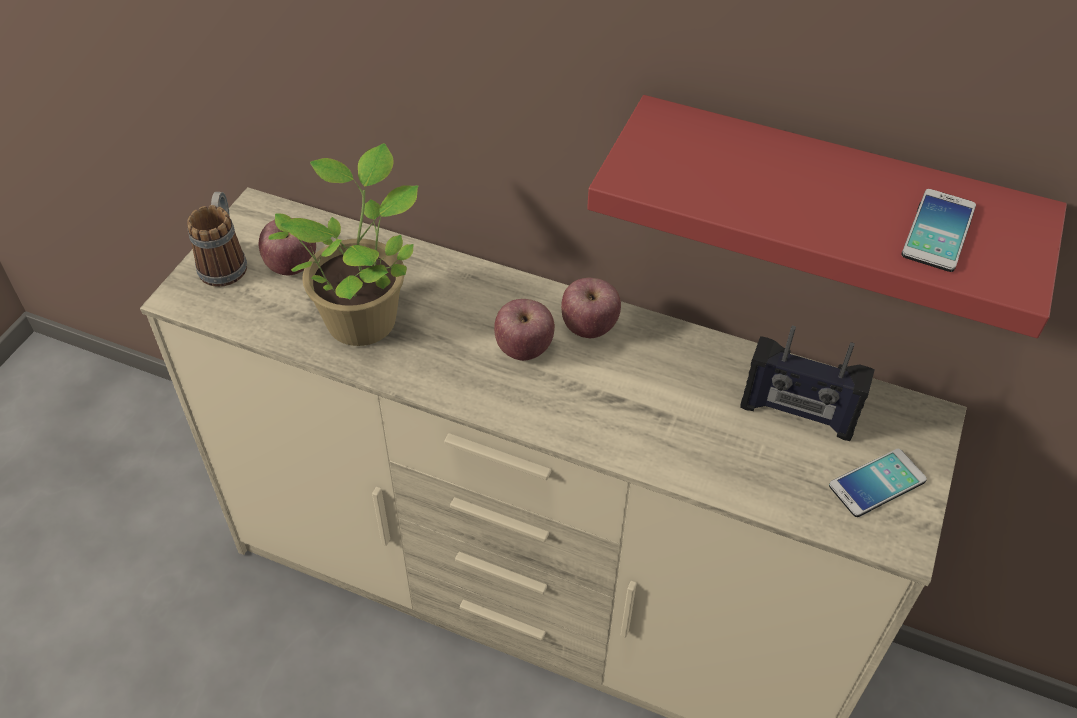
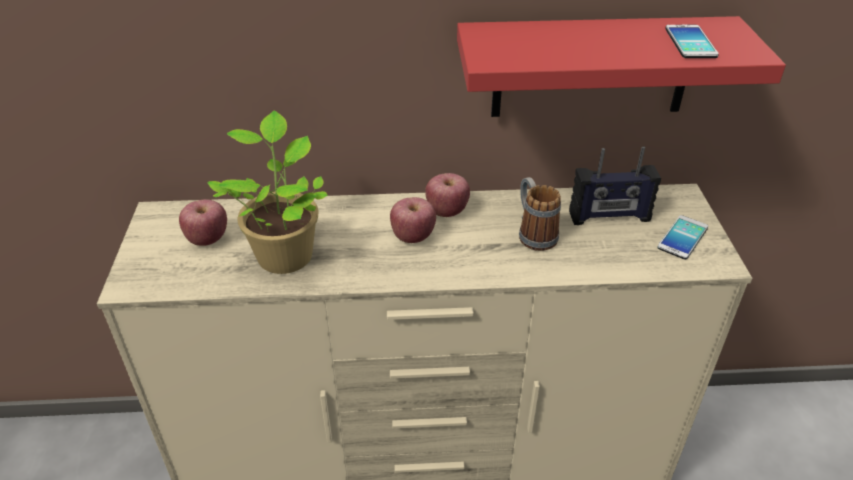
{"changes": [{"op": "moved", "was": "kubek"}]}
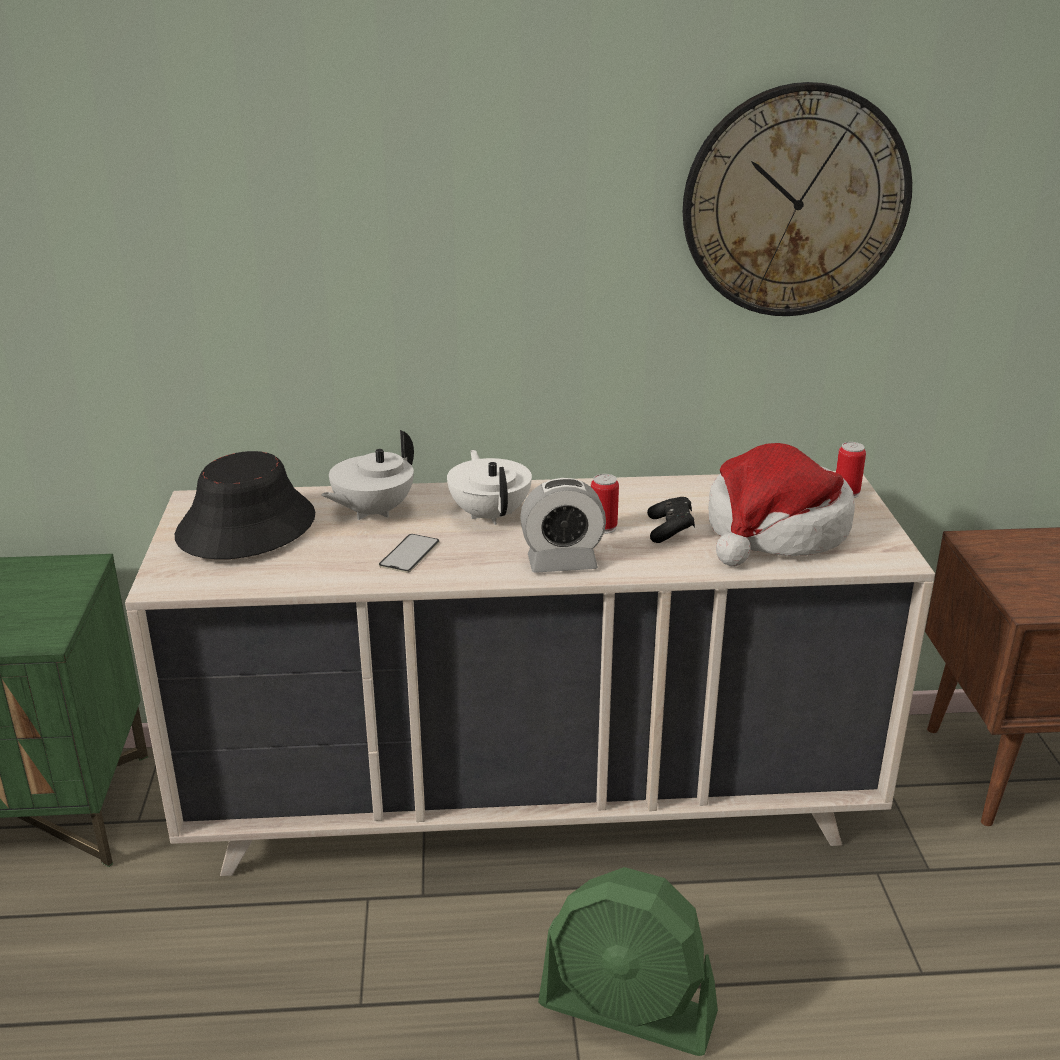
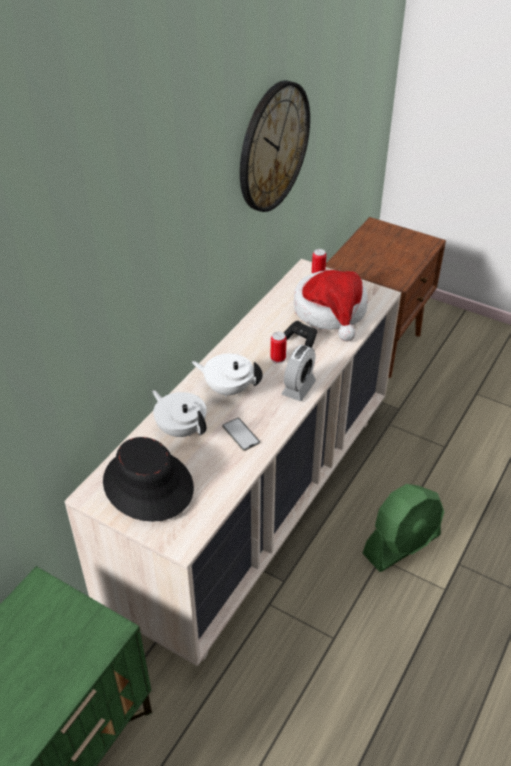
{"changes": [{"op": "turned", "was": "imbryk (biały) (1st from left)", "clockwise": 150}]}
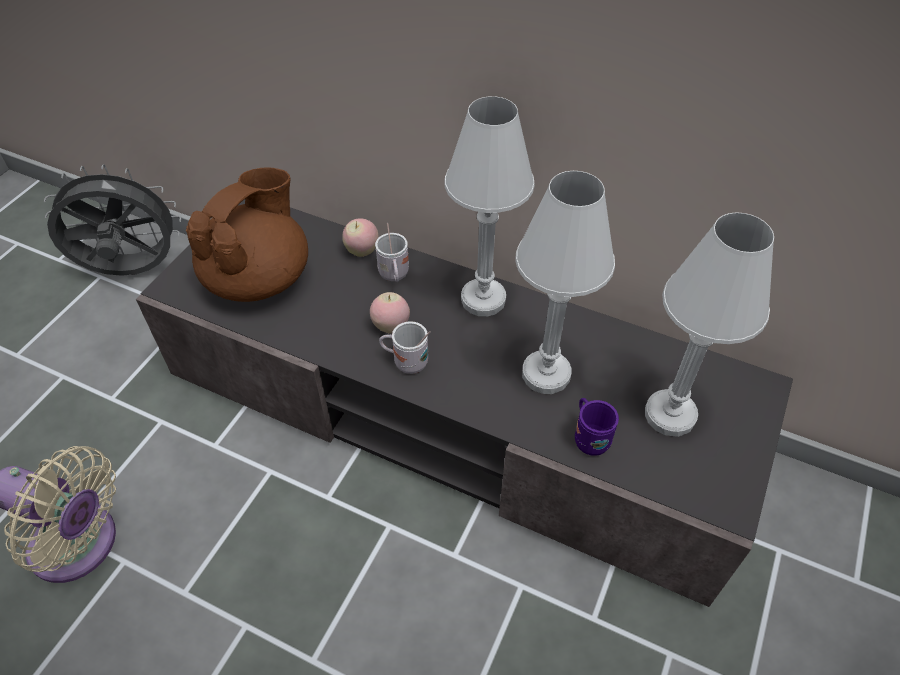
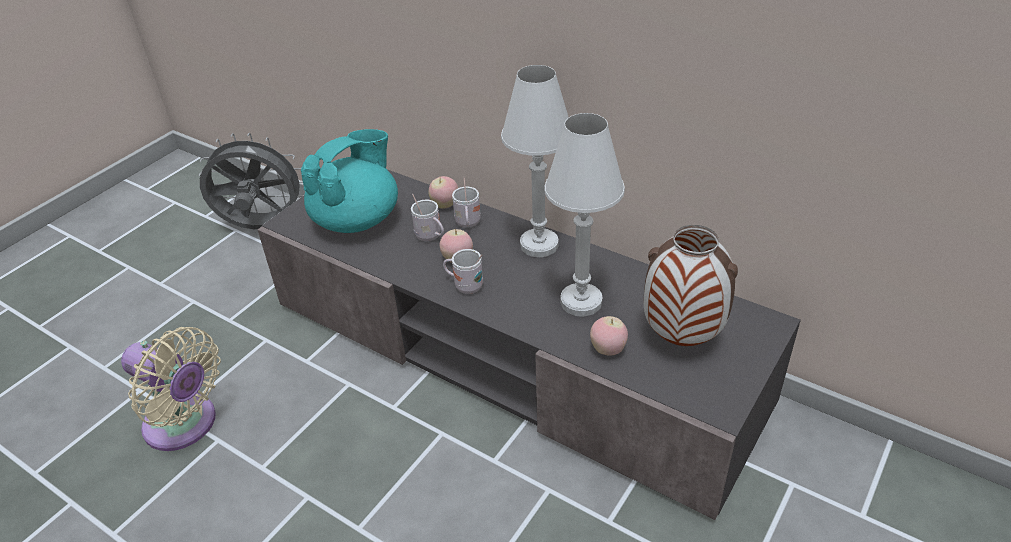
{"changes": [{"op": "recoloured", "was": "imbryk (brązowy)", "now": "imbryk (turkusowy)"}, {"op": "replaced", "was": "lampa stołowa (biały) (3rd from left)", "now": "wazon"}, {"op": "replaced", "was": "kubek (fioletowy)", "now": "jabłko (3rd from left)"}, {"op": "added", "now": "kubek (biały) (1st from left)"}]}
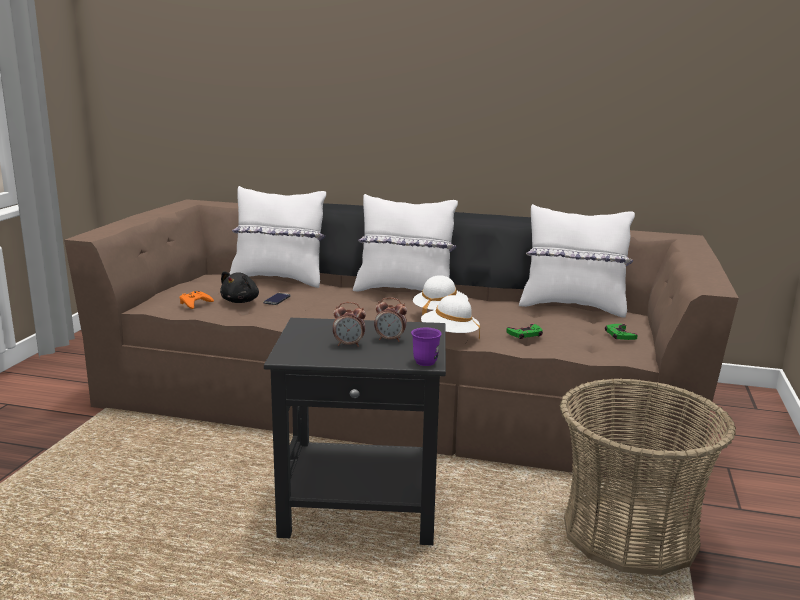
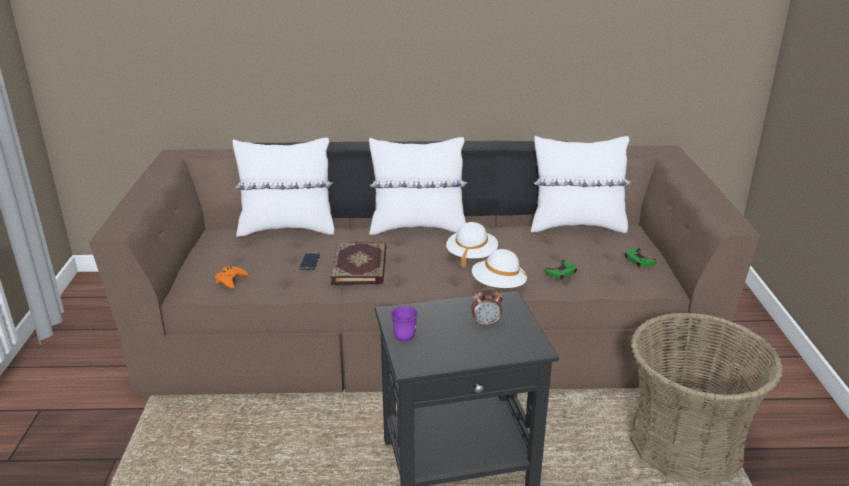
{"changes": [{"op": "removed", "was": "pluszak (czarny)"}, {"op": "removed", "was": "budzik (1st from left)"}, {"op": "moved", "was": "kubek (fioletowy)"}, {"op": "added", "now": "książka"}]}
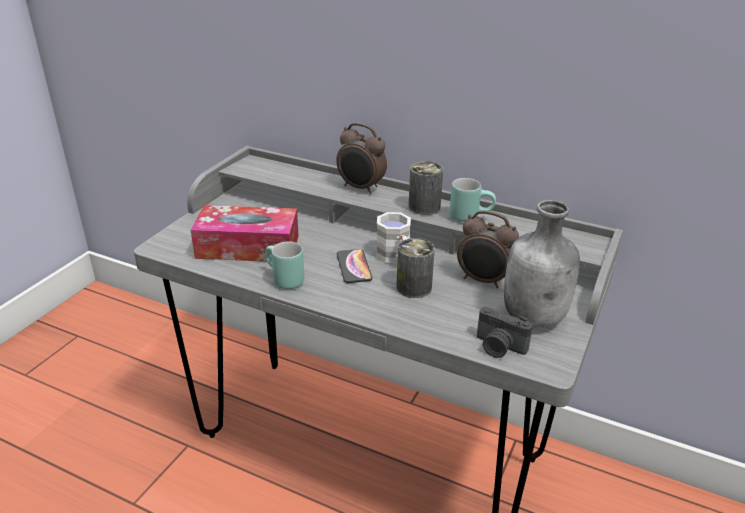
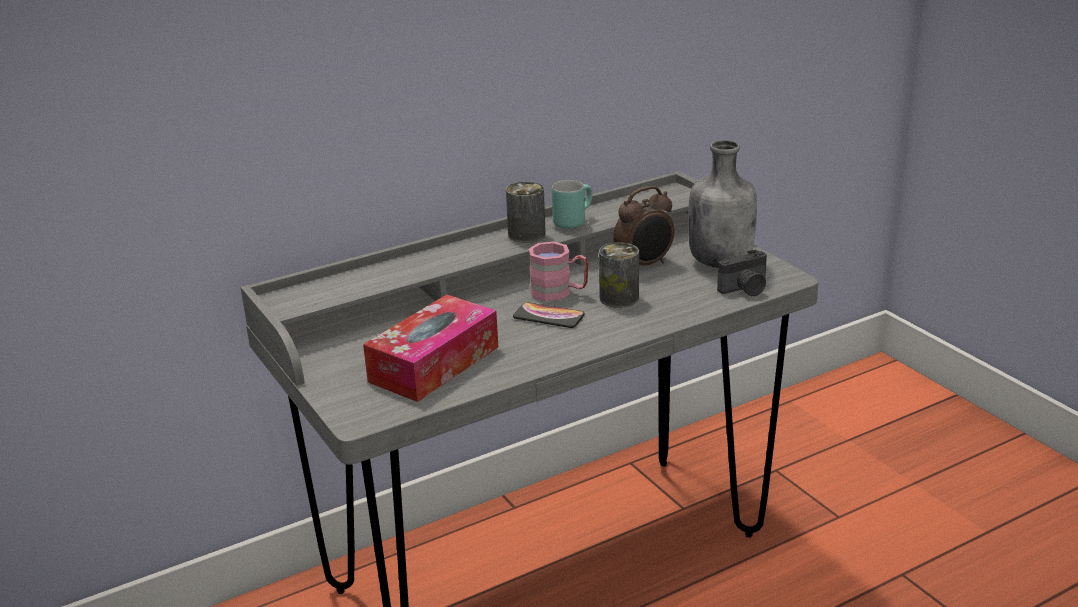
{"changes": [{"op": "removed", "was": "budzik (1st from left)"}, {"op": "recoloured", "was": "kubek (biały)", "now": "kubek (różowy)"}, {"op": "removed", "was": "kubek (turkusowy) (1st from left)"}]}
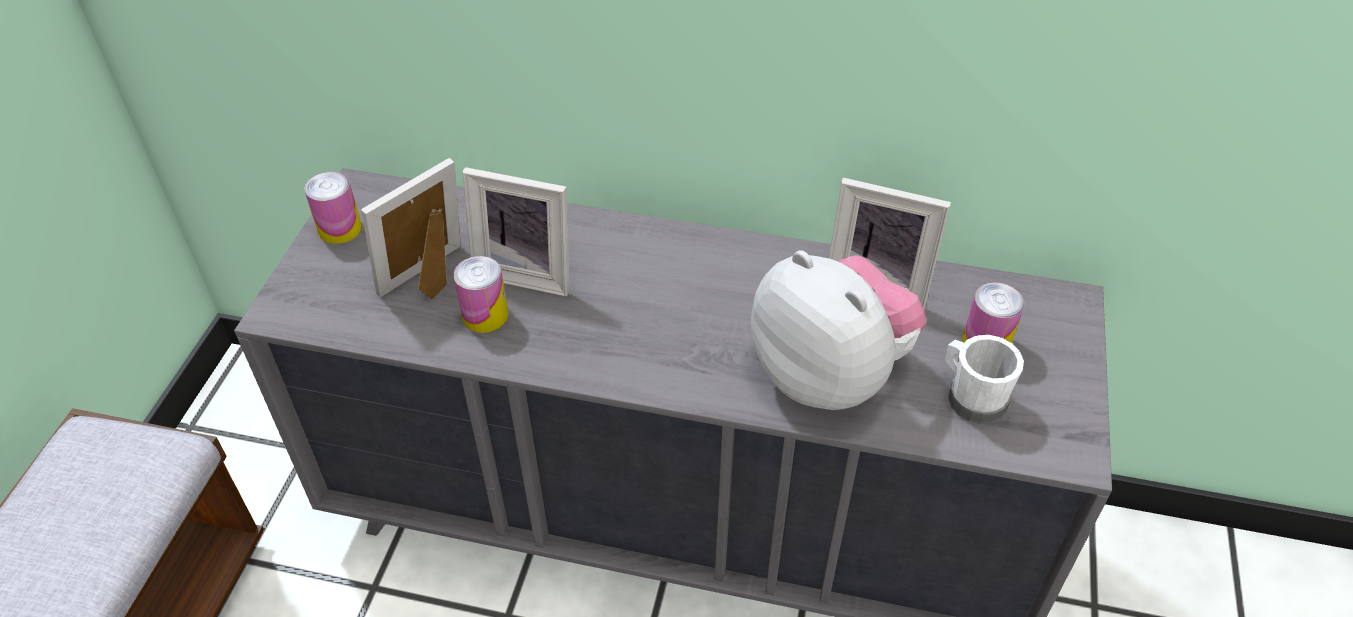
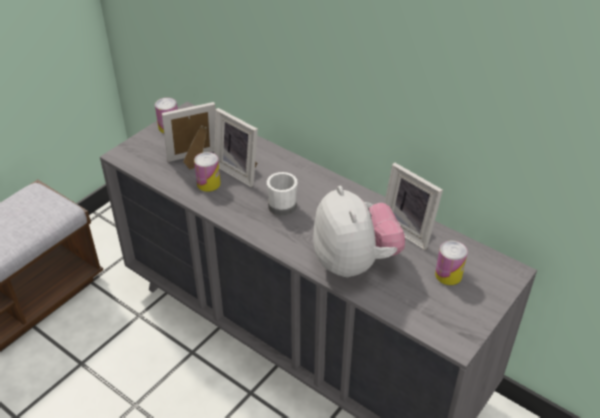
{"changes": [{"op": "moved", "was": "kubek (biały)"}]}
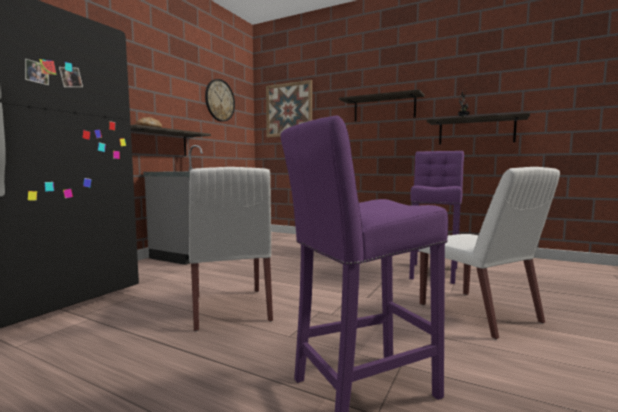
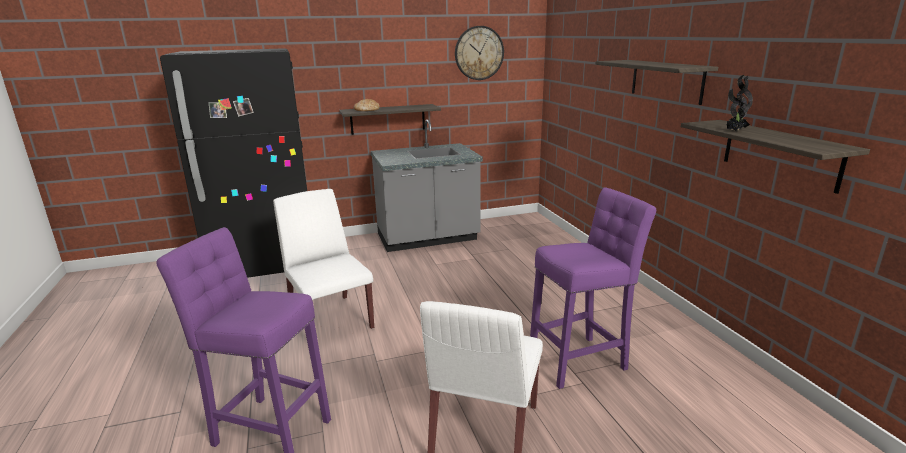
{"changes": [{"op": "removed", "was": "obraz"}, {"op": "turned", "was": "krzesło (biały) (1st from left)", "clockwise": 120}]}
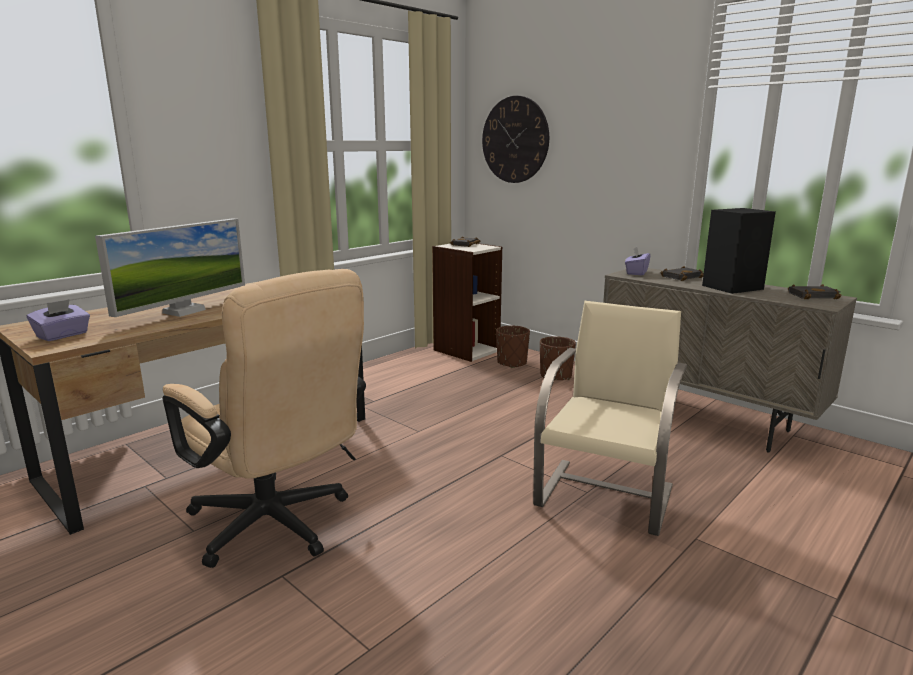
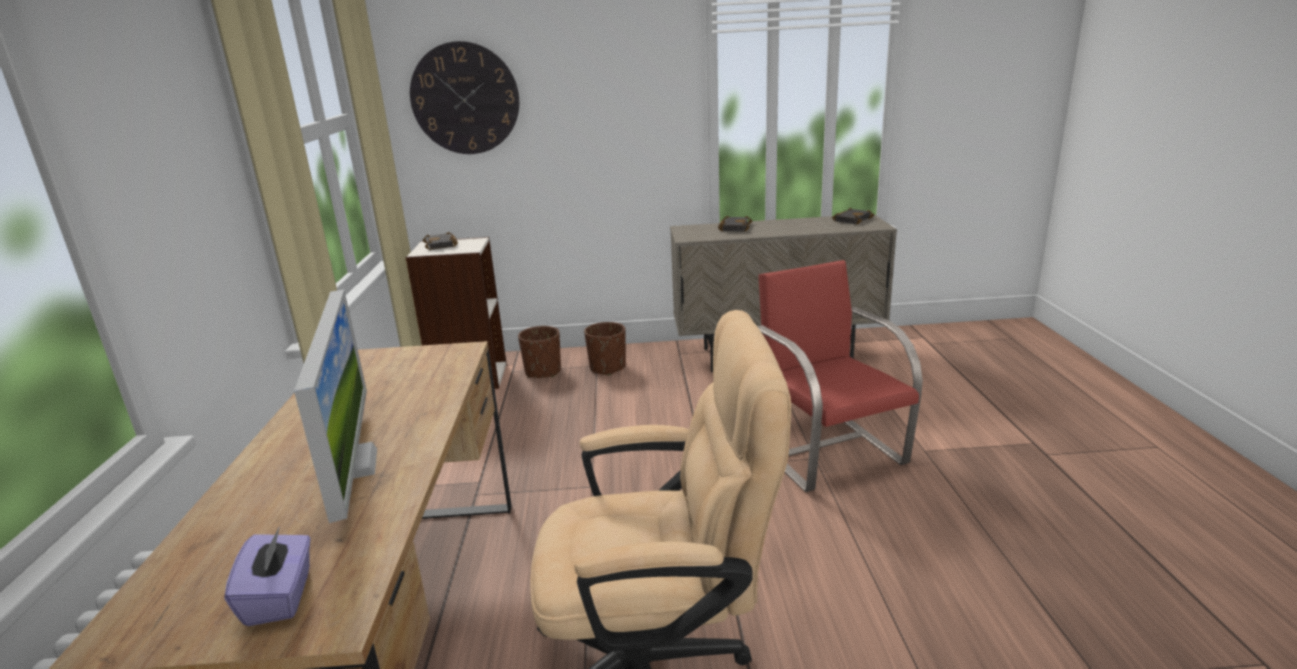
{"changes": [{"op": "removed", "was": "głośnik (czarny)"}, {"op": "removed", "was": "pudełko chusteczek (fioletowy) (2nd from left)"}, {"op": "recoloured", "was": "krzesło (beżowy)", "now": "krzesło (czerwony)"}]}
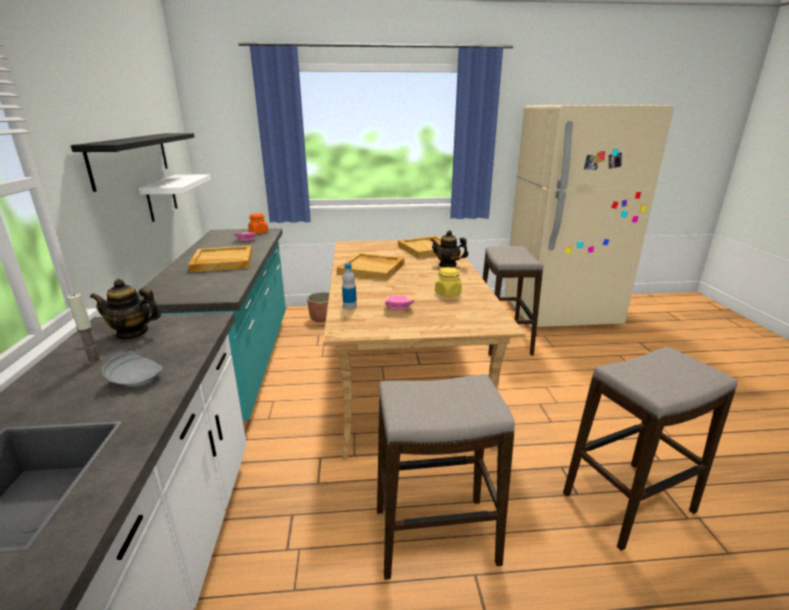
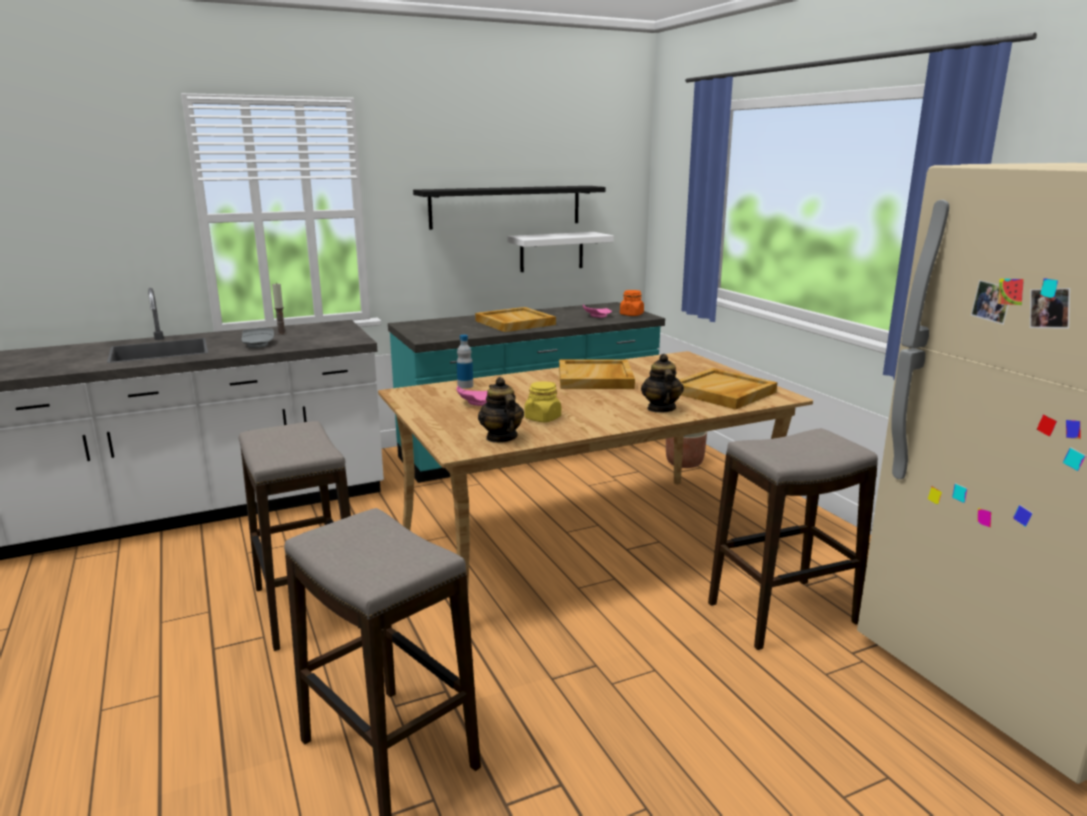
{"changes": [{"op": "moved", "was": "imbryk (1st from left)"}]}
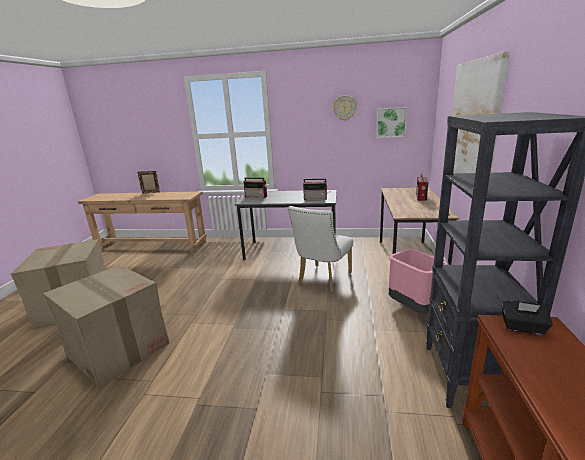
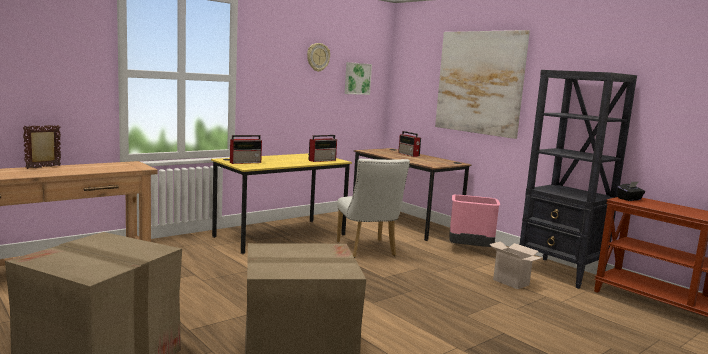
{"changes": [{"op": "recoloured", "was": "biurko (szary)", "now": "biurko (żółty)"}, {"op": "added", "now": "karton (3rd from left)"}]}
